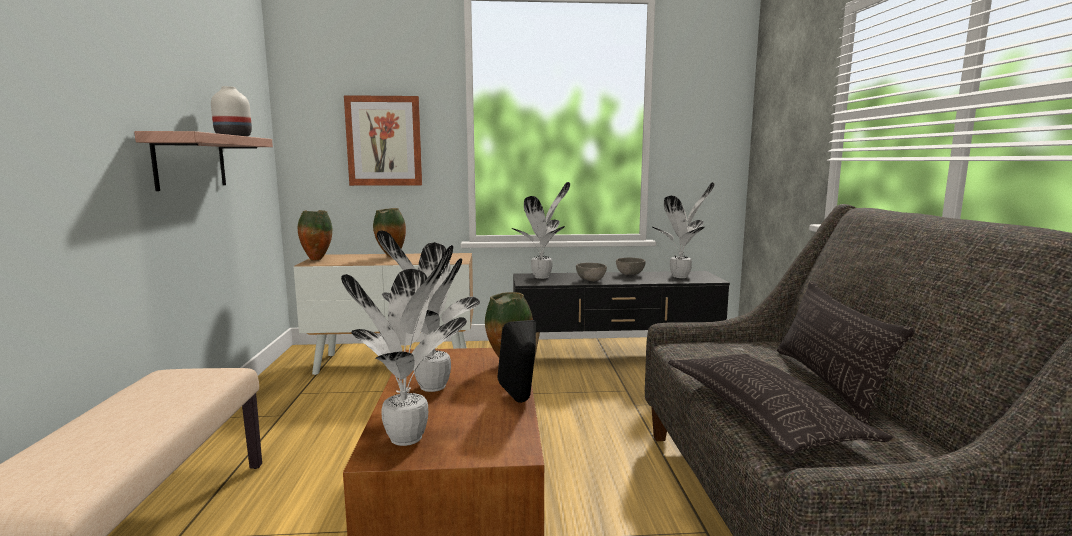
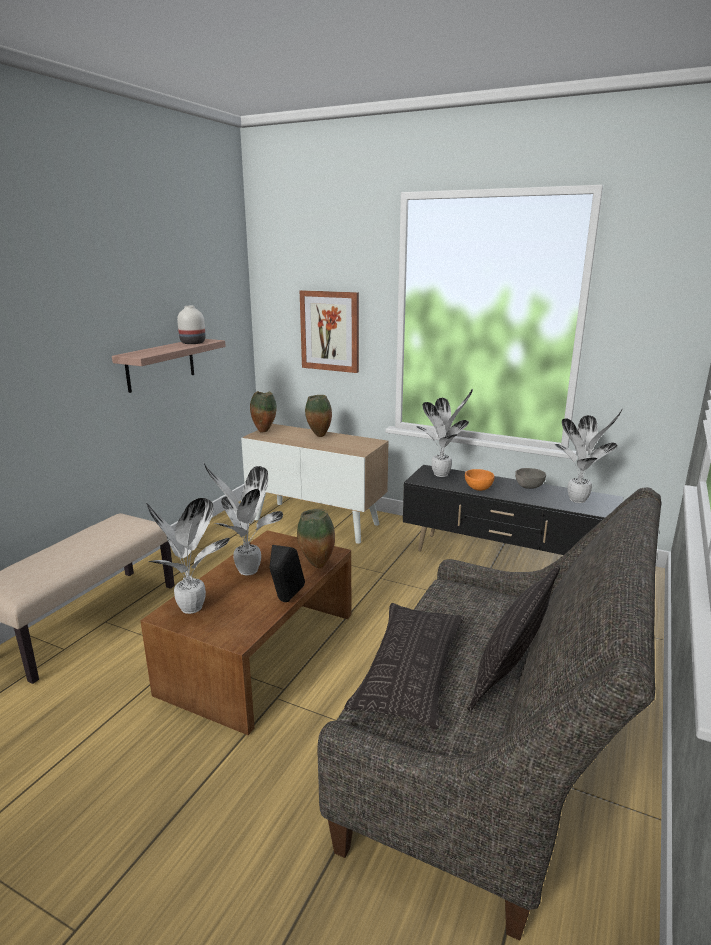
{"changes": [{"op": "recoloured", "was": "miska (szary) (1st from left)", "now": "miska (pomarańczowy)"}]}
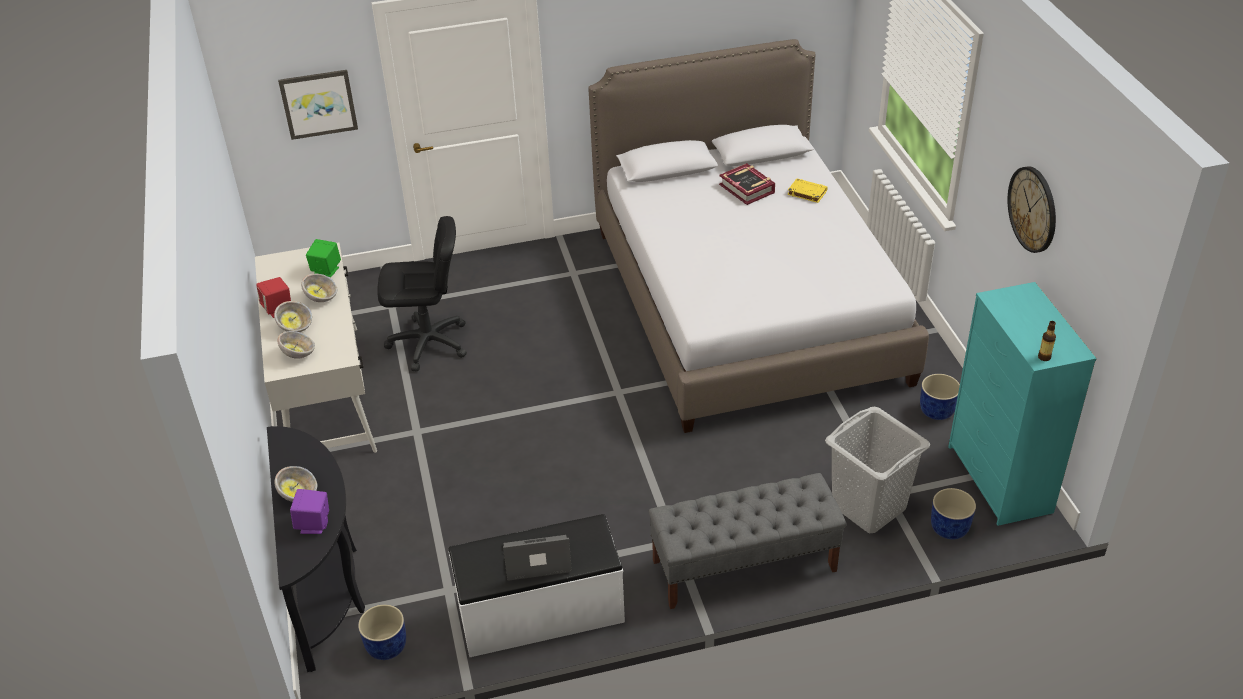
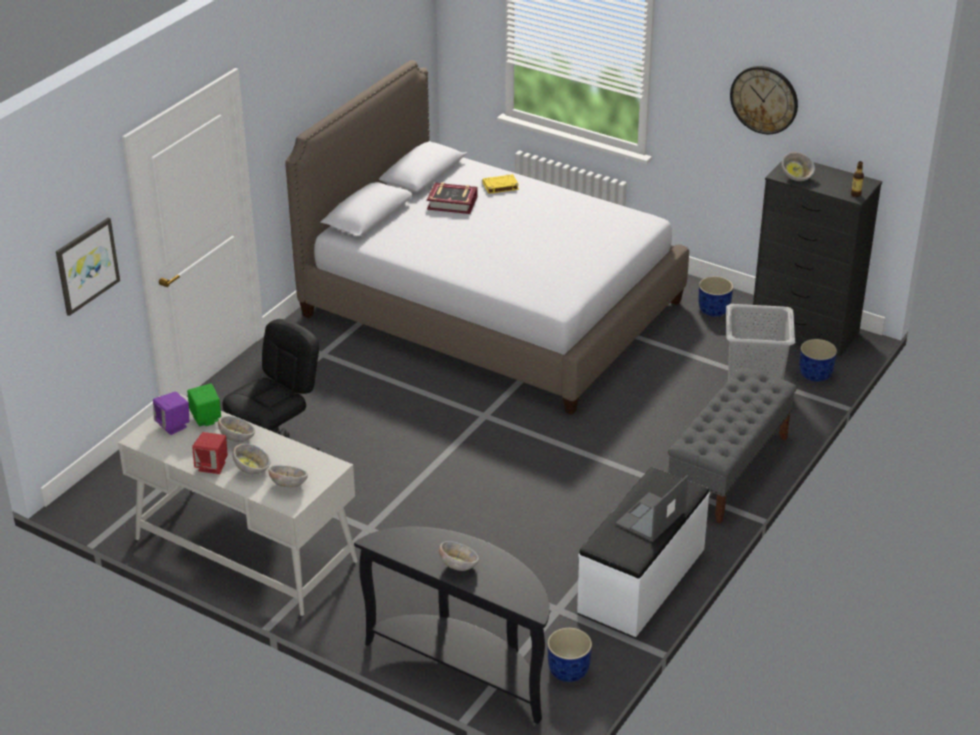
{"changes": [{"op": "recoloured", "was": "komoda (turkusowy)", "now": "komoda (czarny)"}, {"op": "moved", "was": "głośnik (fioletowy)"}, {"op": "added", "now": "miska (5th from left)"}]}
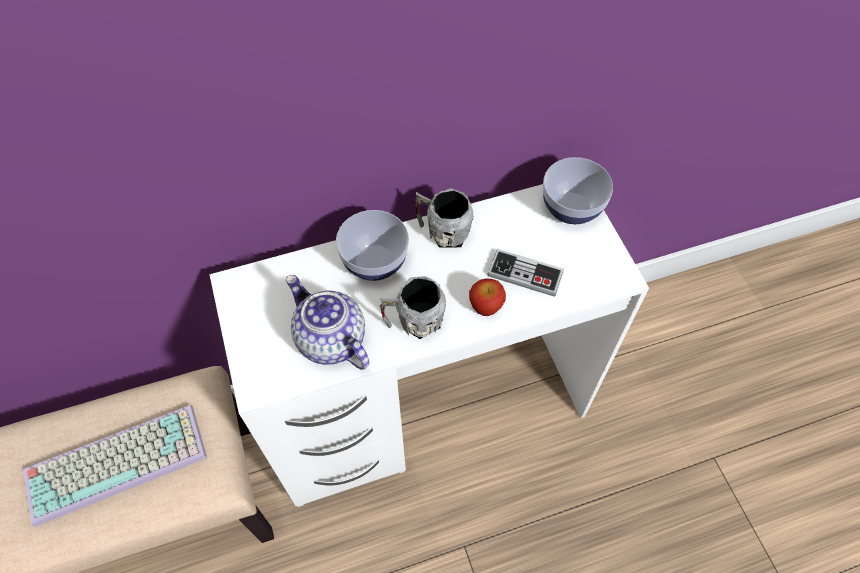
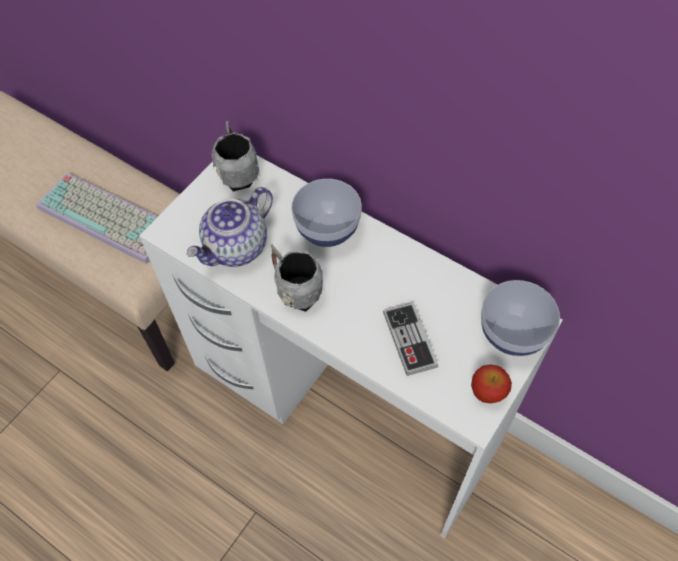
{"changes": [{"op": "moved", "was": "kubek (szary) (2nd from left in the first image)", "now": "kubek (szary) (1st from left)"}, {"op": "turned", "was": "imbryk", "clockwise": -150}, {"op": "moved", "was": "jabłko"}]}
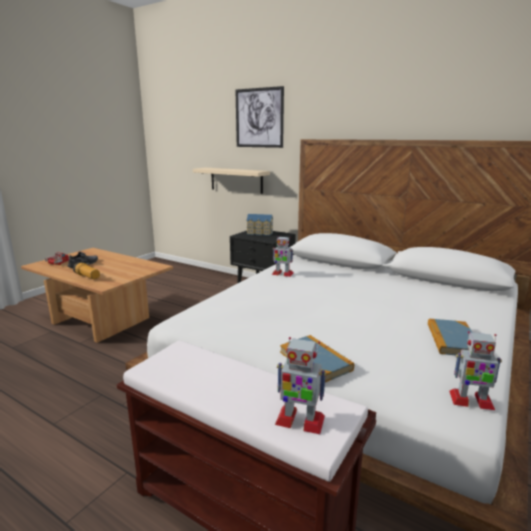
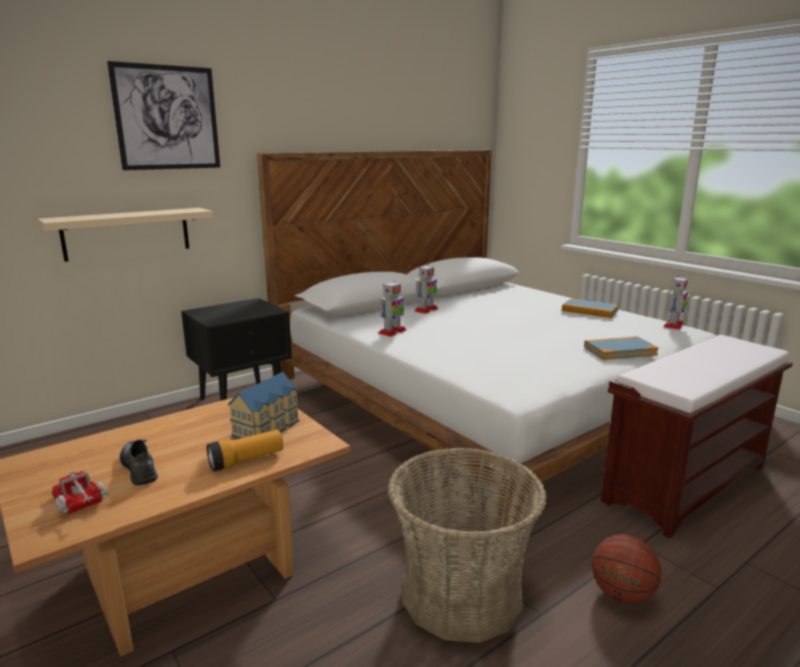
{"changes": [{"op": "moved", "was": "domek"}, {"op": "moved", "was": "robot zabawkowy (2nd from left)"}, {"op": "added", "now": "koszyk"}, {"op": "added", "now": "piłka do koszykówki"}]}
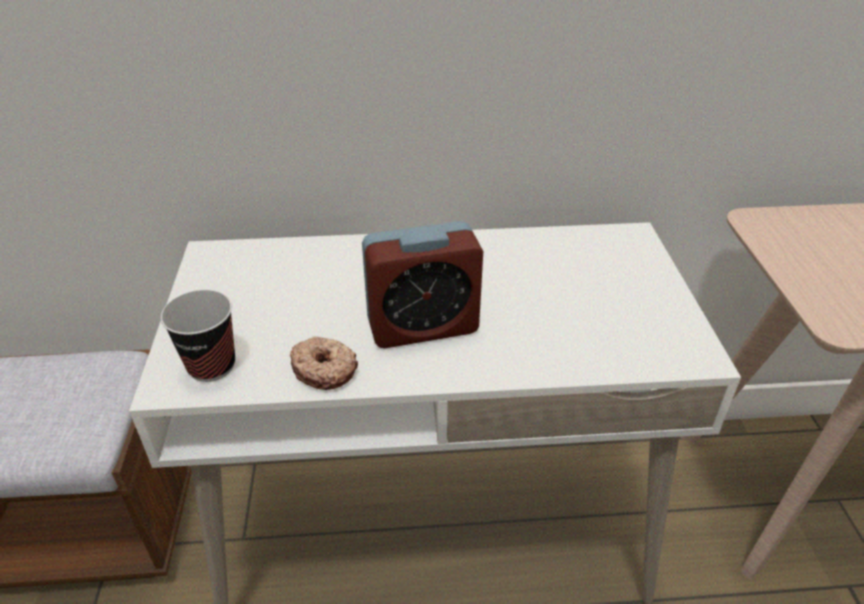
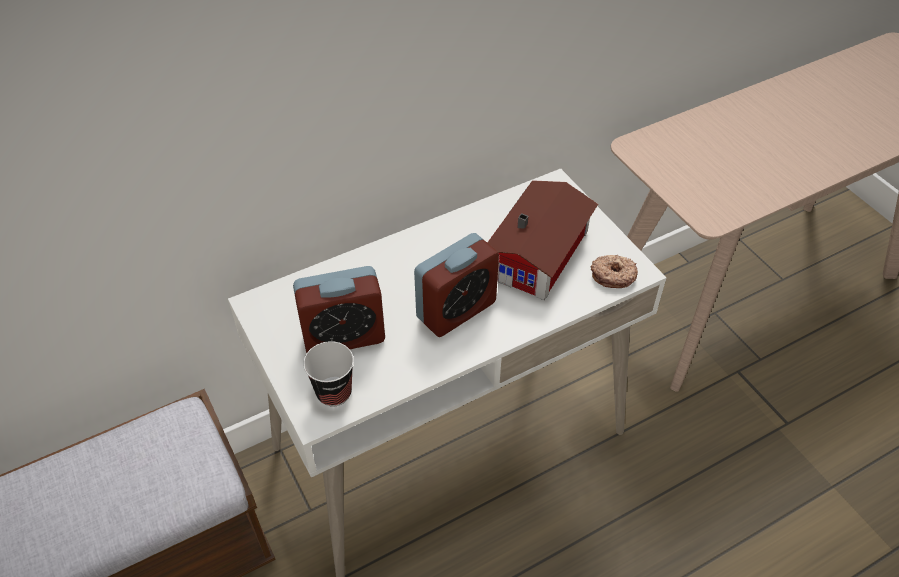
{"changes": [{"op": "moved", "was": "donut"}, {"op": "added", "now": "domek"}, {"op": "added", "now": "budzik (1st from left)"}]}
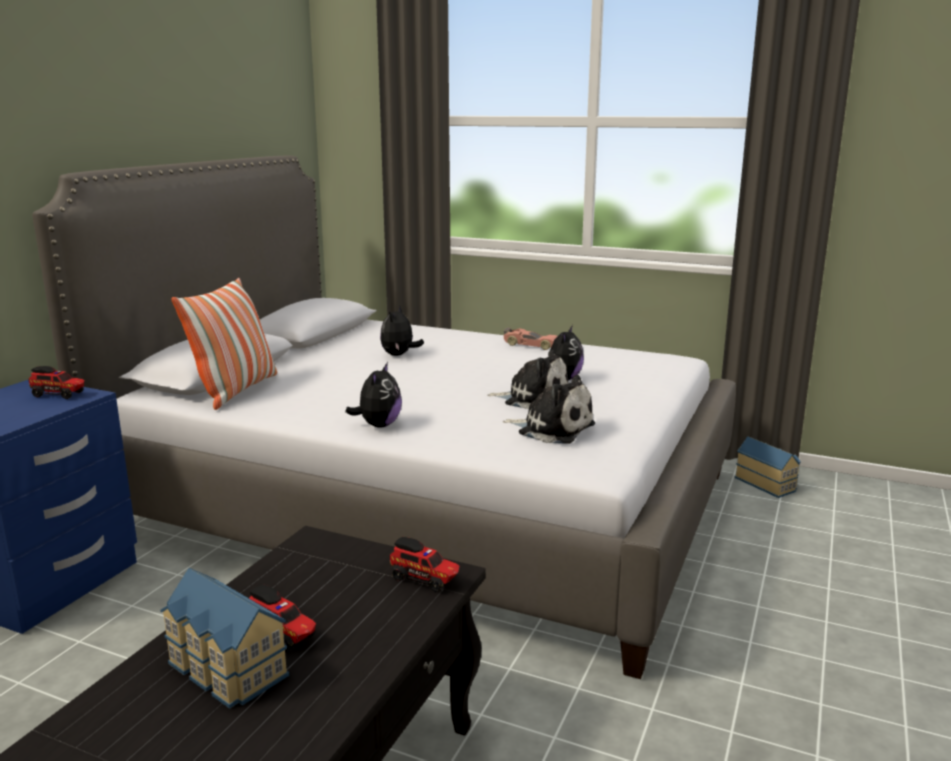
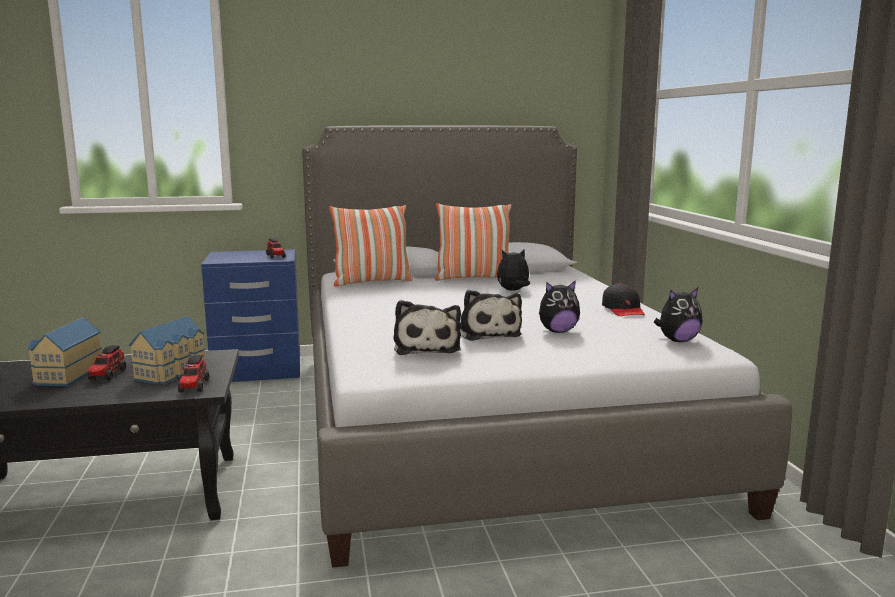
{"changes": [{"op": "replaced", "was": "samochodzik", "now": "czapka z daszkiem (czarny)"}, {"op": "moved", "was": "pluszak (1st from left in the first image)", "now": "pluszak (5th from left)"}, {"op": "moved", "was": "domek (2nd from left)"}, {"op": "added", "now": "poduszka (2nd from left)"}]}
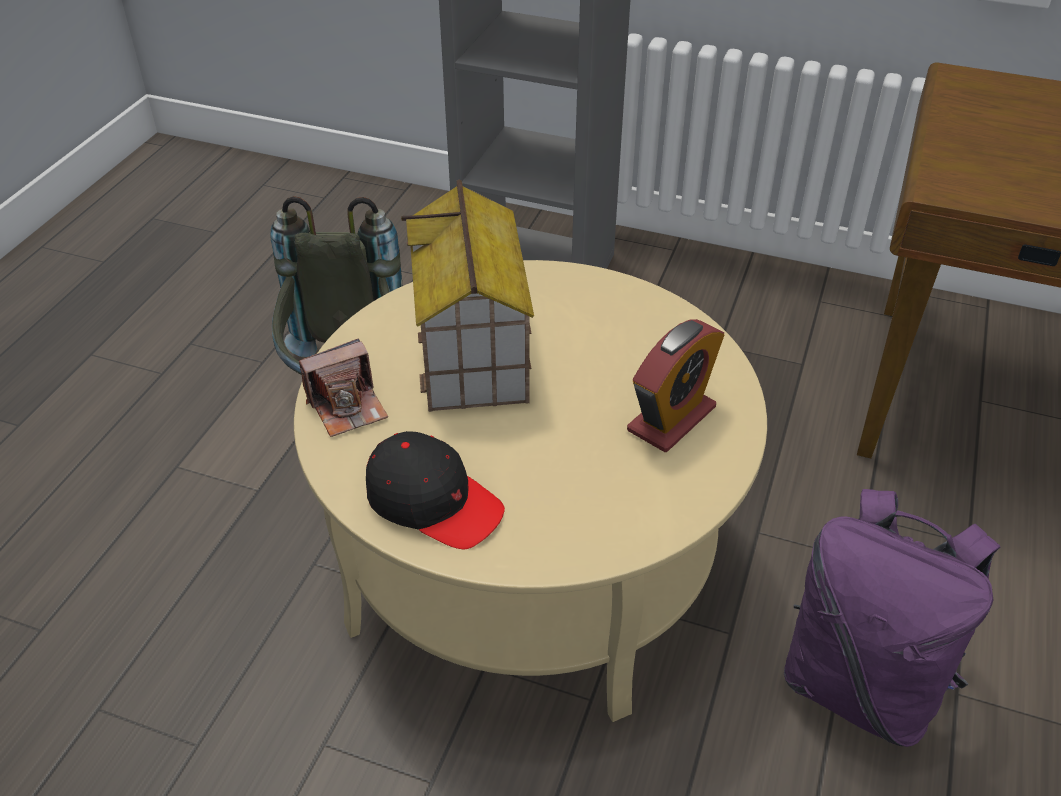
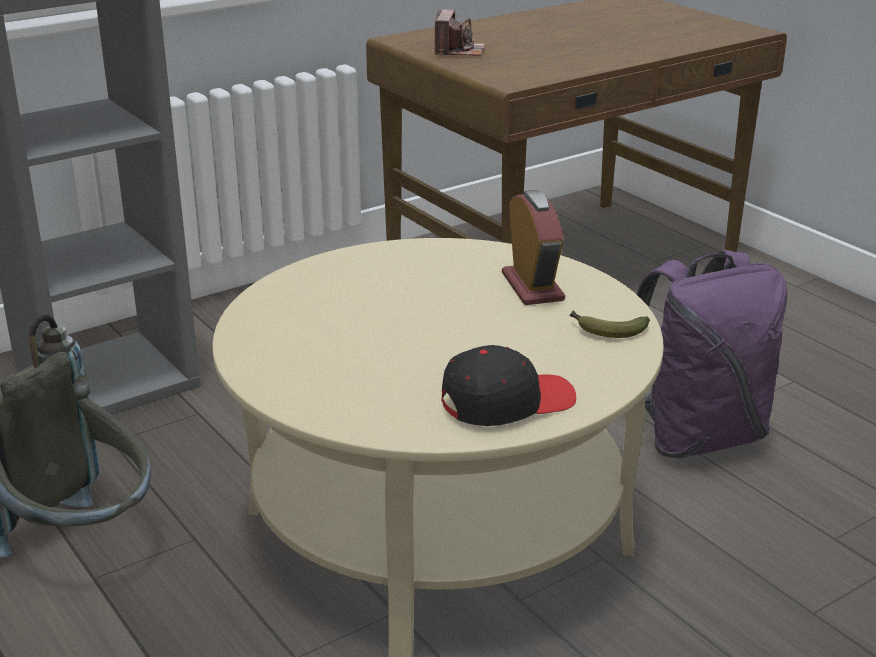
{"changes": [{"op": "removed", "was": "domek"}, {"op": "moved", "was": "aparat fotograficzny"}, {"op": "added", "now": "banan"}]}
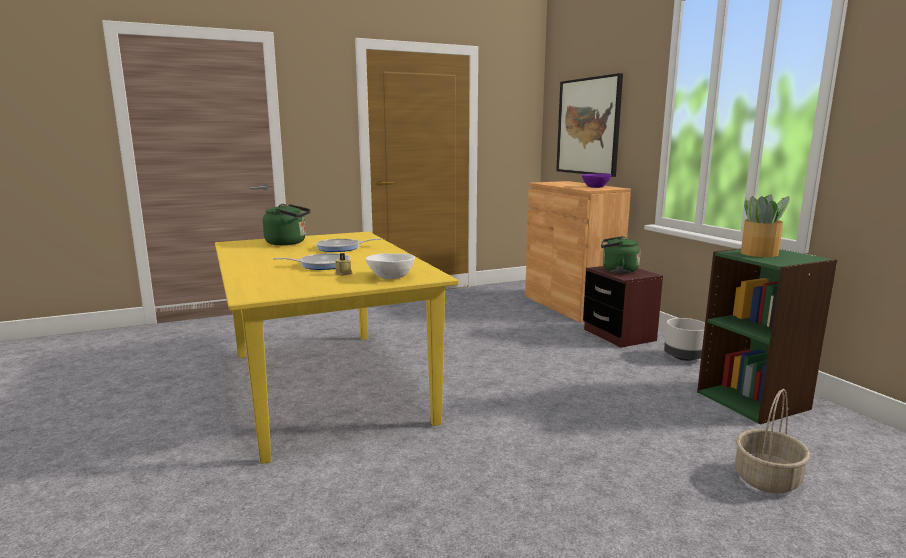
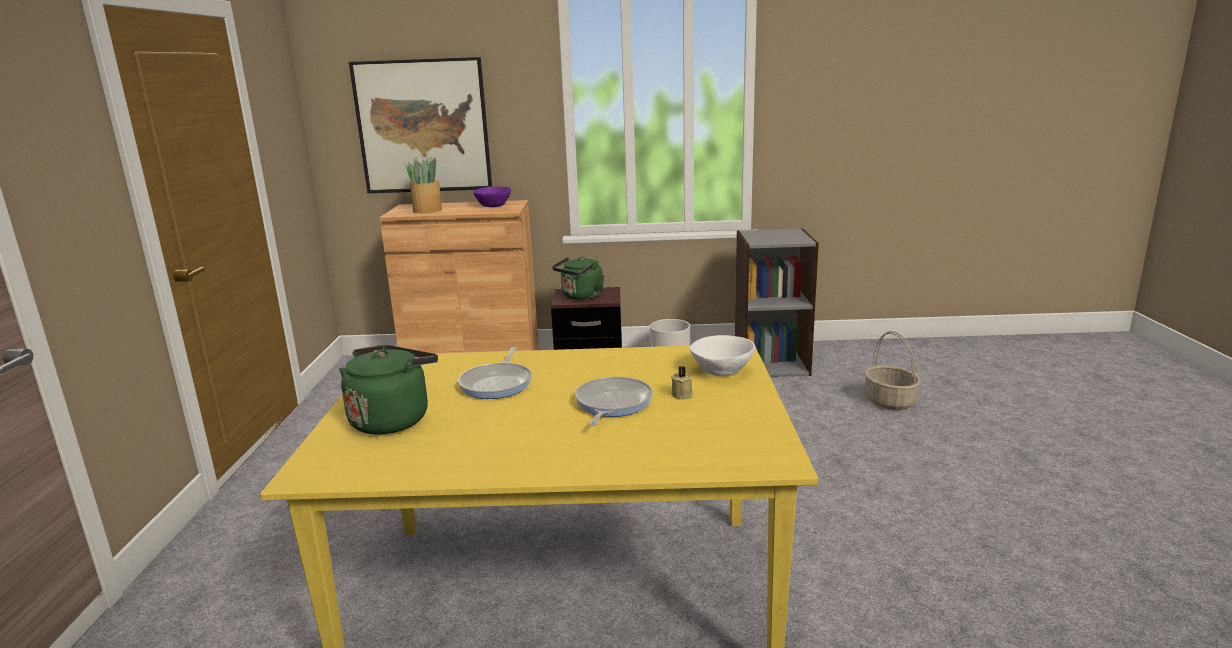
{"changes": [{"op": "moved", "was": "roślina doniczkowa"}, {"op": "recoloured", "was": "regał (zielony)", "now": "regał (szary)"}]}
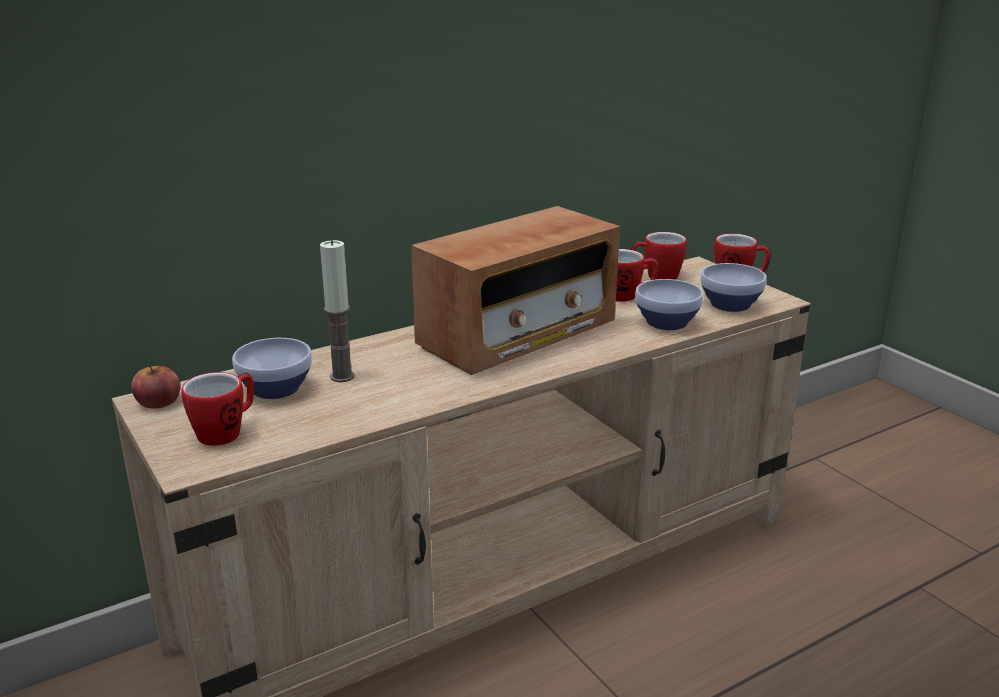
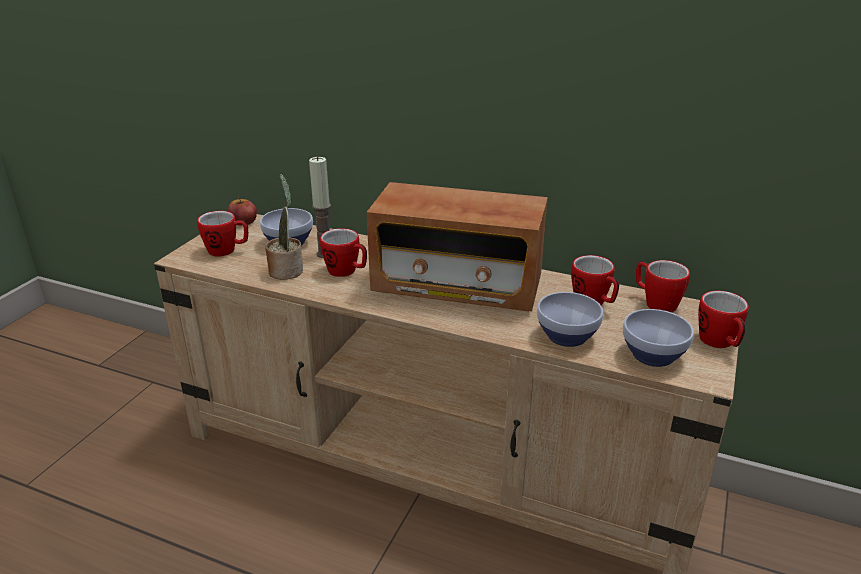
{"changes": [{"op": "added", "now": "roślina doniczkowa"}, {"op": "added", "now": "kubek (2nd from left)"}]}
